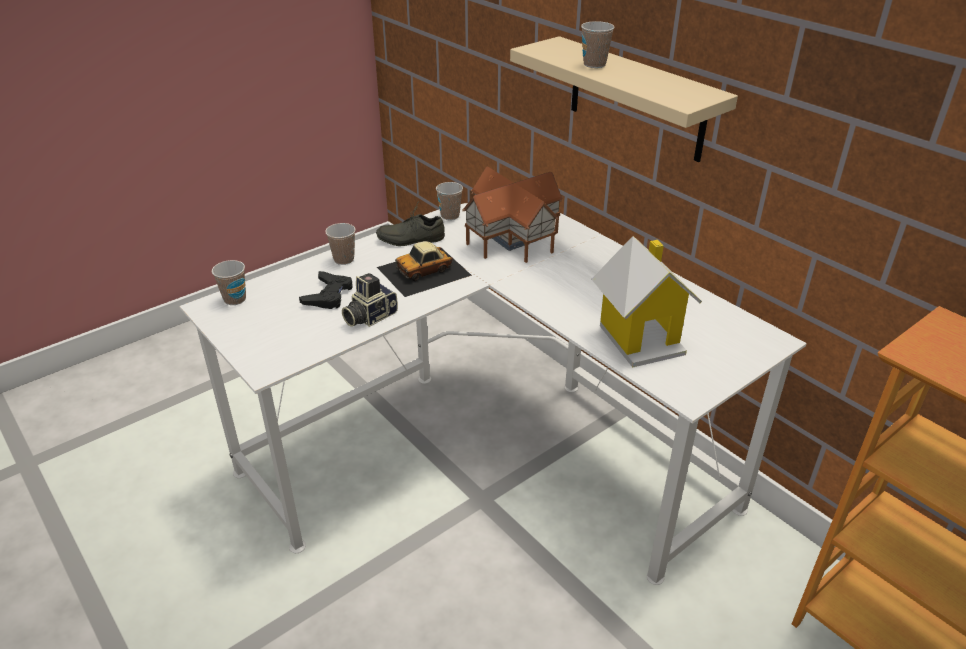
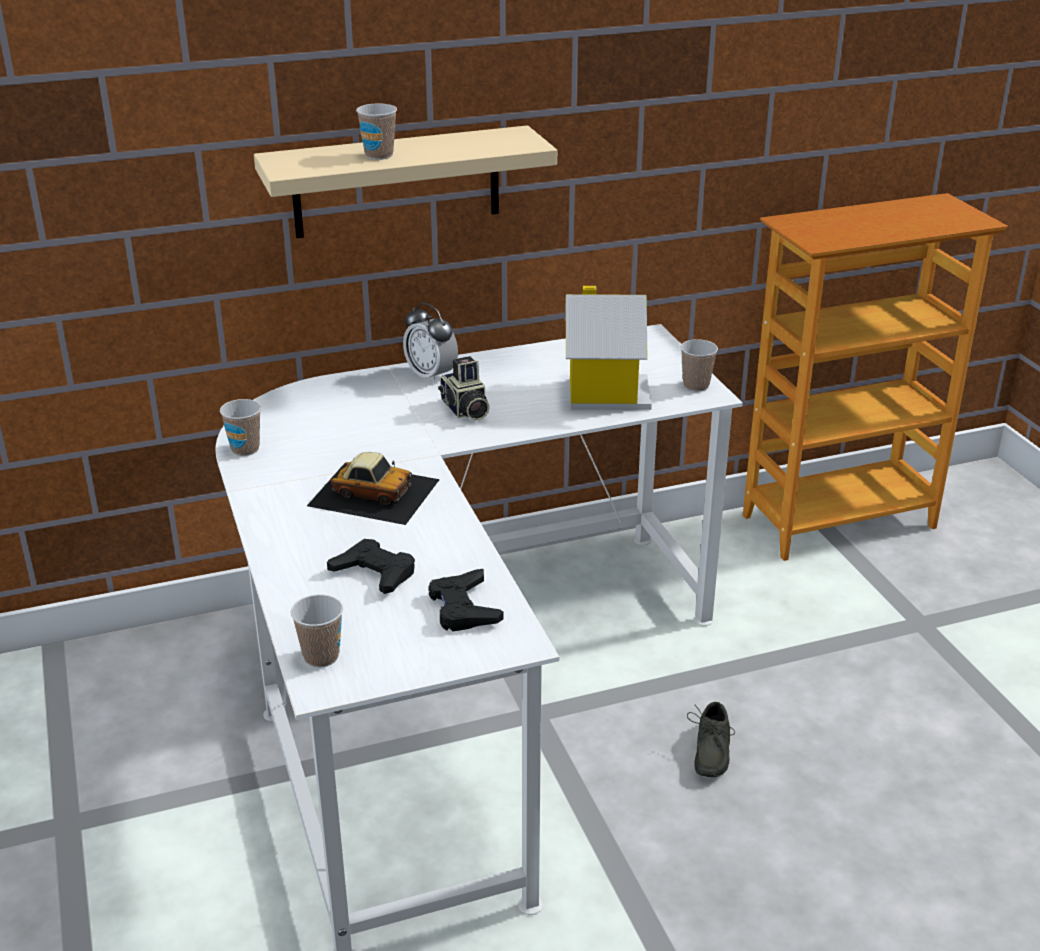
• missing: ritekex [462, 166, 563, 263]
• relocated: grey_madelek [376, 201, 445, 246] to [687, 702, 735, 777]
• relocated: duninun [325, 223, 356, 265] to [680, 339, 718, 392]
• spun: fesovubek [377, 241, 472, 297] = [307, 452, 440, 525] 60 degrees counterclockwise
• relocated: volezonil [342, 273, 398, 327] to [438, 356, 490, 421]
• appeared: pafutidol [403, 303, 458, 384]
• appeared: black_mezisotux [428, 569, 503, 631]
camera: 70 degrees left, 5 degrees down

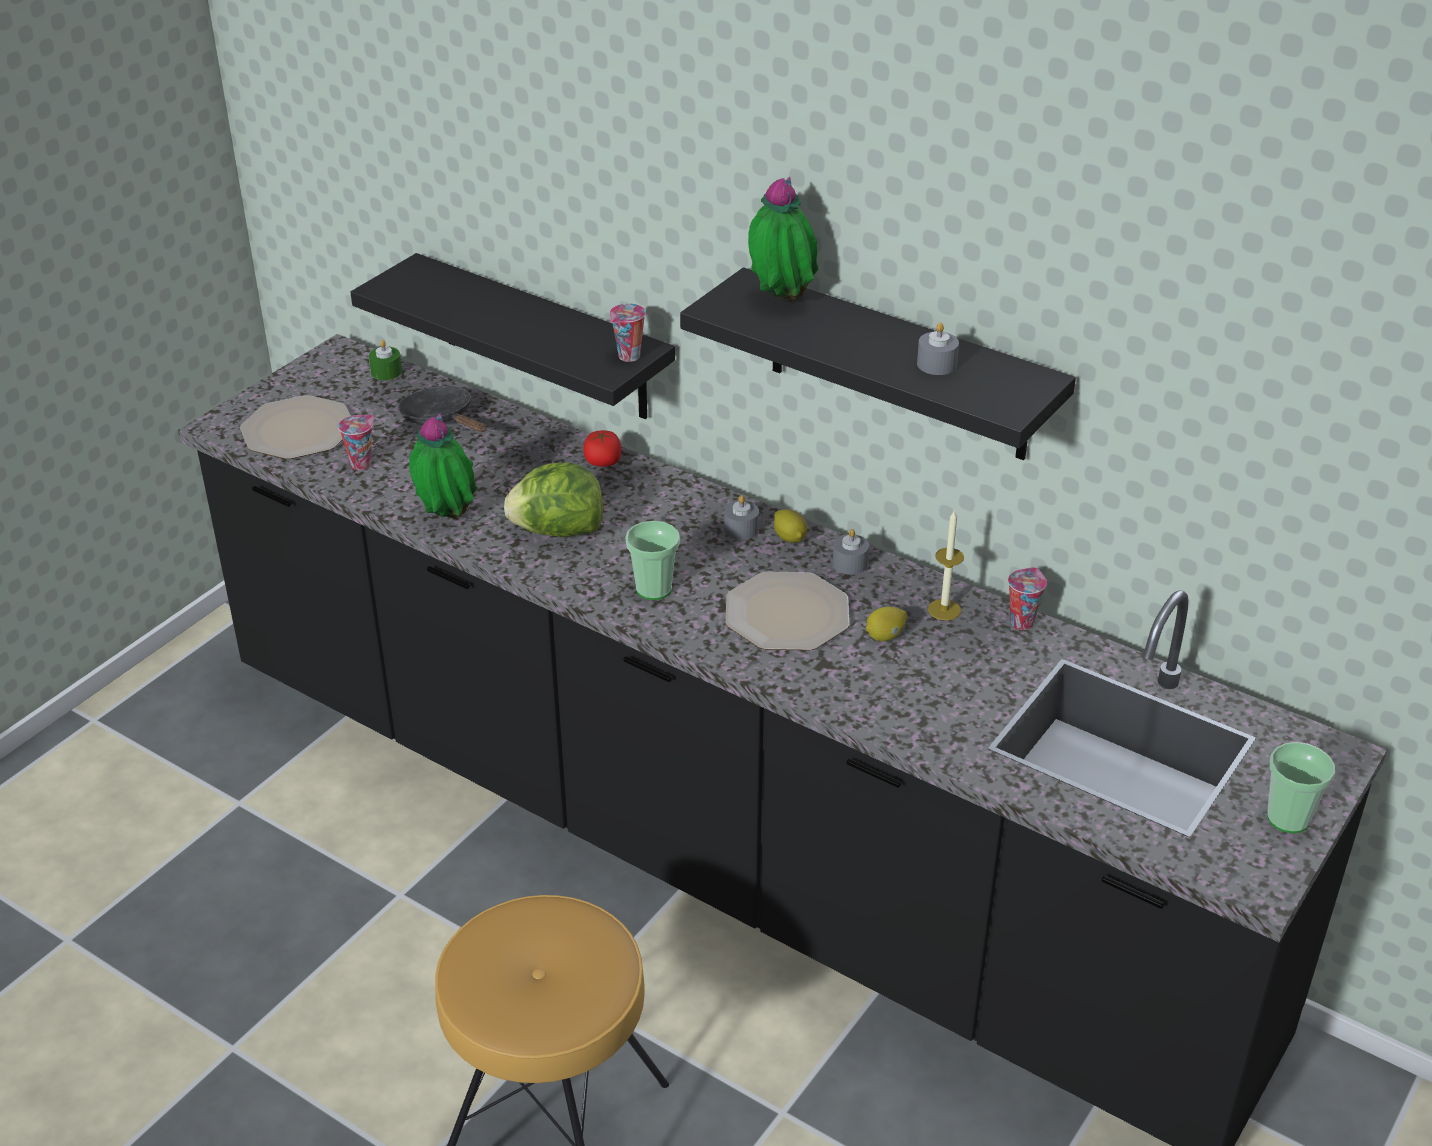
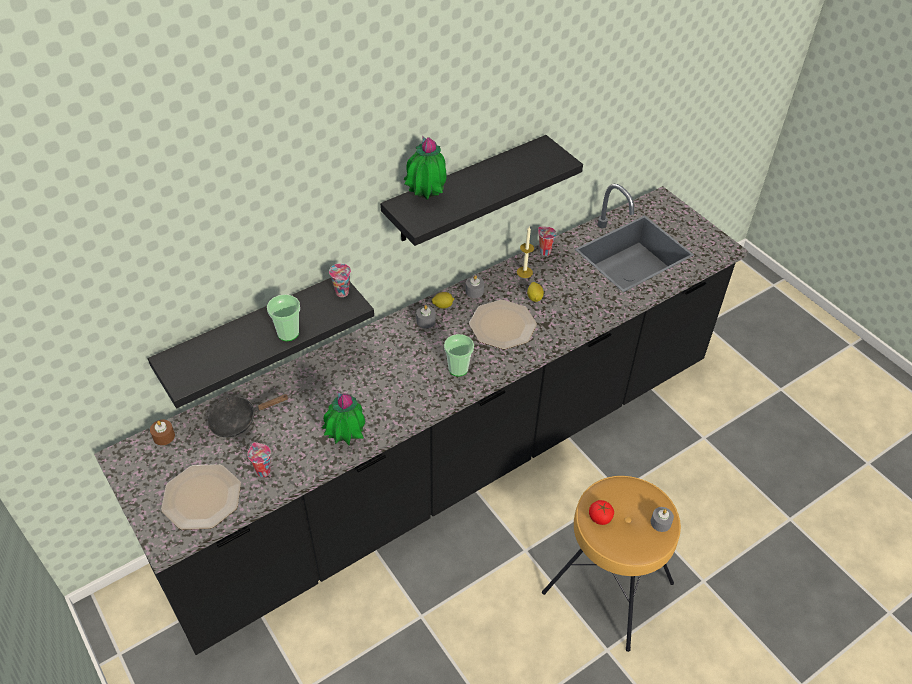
• relocated: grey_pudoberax [917, 322, 959, 375] to [651, 507, 674, 532]
• colour: green_pudoberax [369, 340, 402, 380] to brown_pudoberax [150, 420, 175, 445]
• relocated: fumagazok [583, 430, 621, 467] to [589, 500, 614, 525]
• missing: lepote [504, 463, 603, 537]
• relocated: duninun [1267, 742, 1335, 833] to [267, 294, 300, 341]
camera: 70 degrees left, 10 degrees up

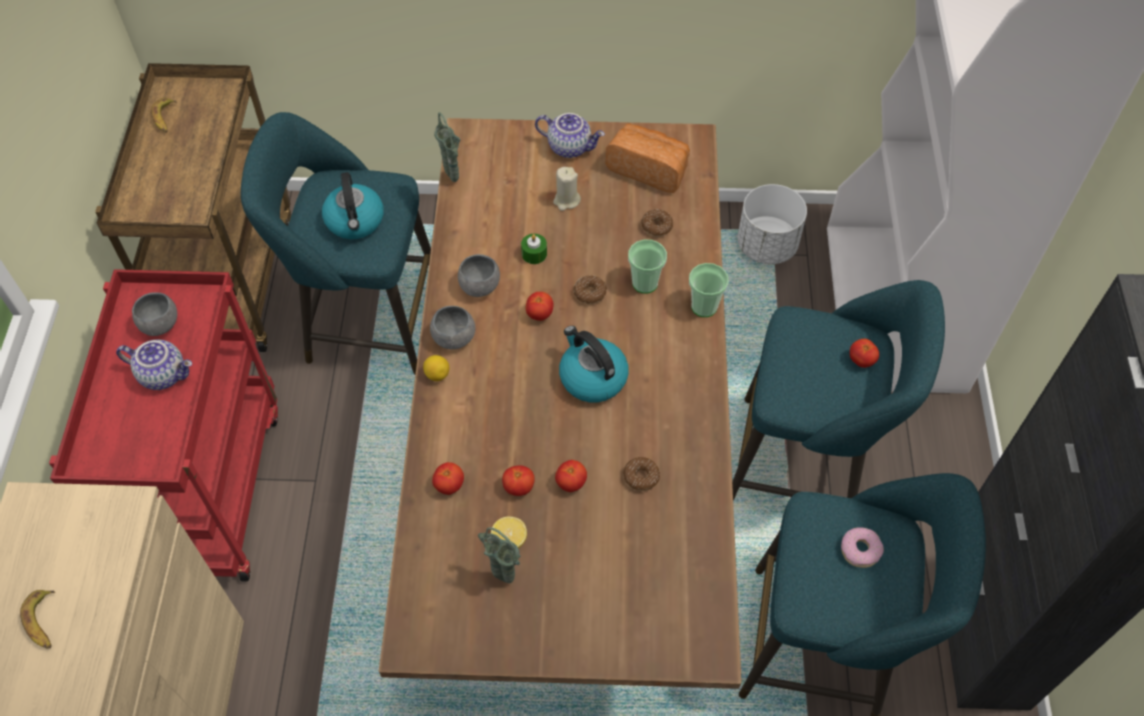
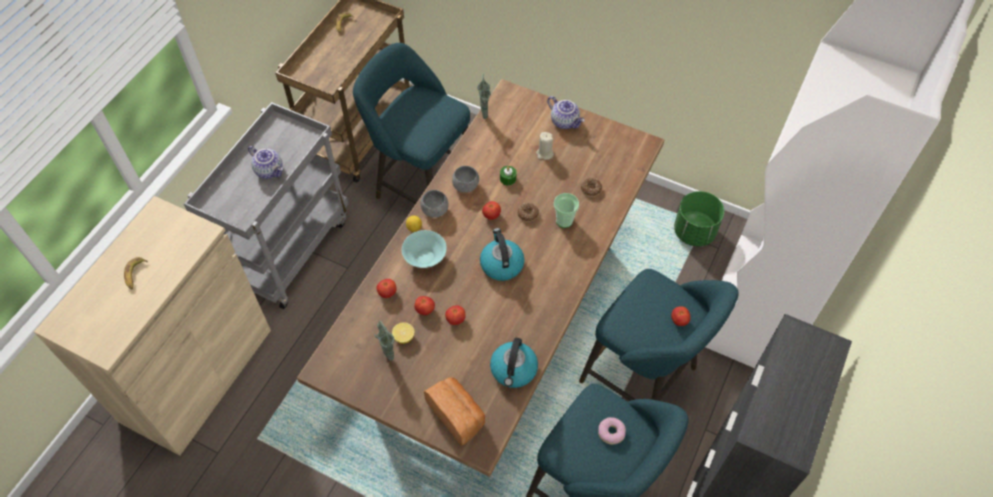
• relocated: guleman [605, 123, 690, 193] to [424, 377, 485, 446]
• relocated: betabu [322, 172, 384, 239] to [490, 338, 538, 388]
• colour: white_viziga [737, 184, 807, 264] to green_viziga [674, 191, 724, 247]
• missing: duninun [689, 263, 729, 317]
• colour: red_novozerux [49, 269, 278, 582] to grey_novozerux [184, 102, 349, 309]
• missing: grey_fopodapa [132, 292, 177, 336]
• missing: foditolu [623, 457, 660, 491]
• appeared: turquoise_fopodapa [402, 230, 447, 268]
camera: 25 degrees right, 0 degrees up

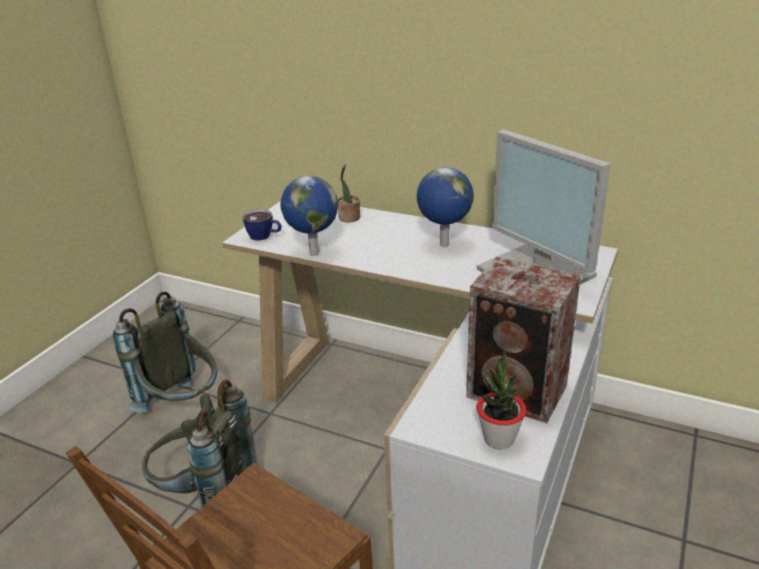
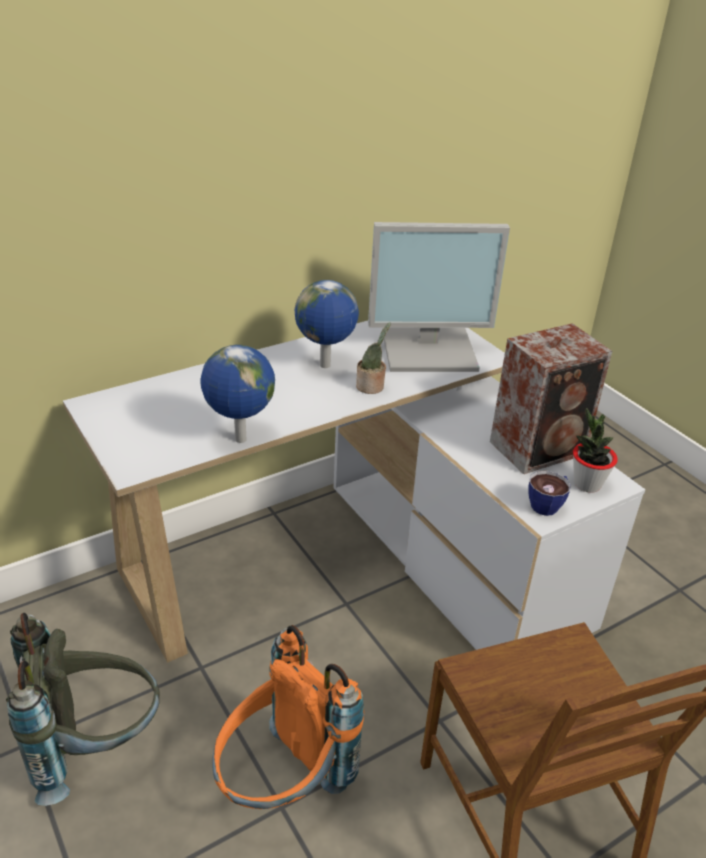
• relocated: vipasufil [338, 164, 360, 222] to [356, 322, 390, 394]
• relocated: duninun [242, 209, 281, 241] to [528, 470, 571, 516]
• colour: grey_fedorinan [142, 379, 260, 507] to orange_fedorinan [213, 625, 364, 809]
camera: 60 degrees left, 5 degrees up

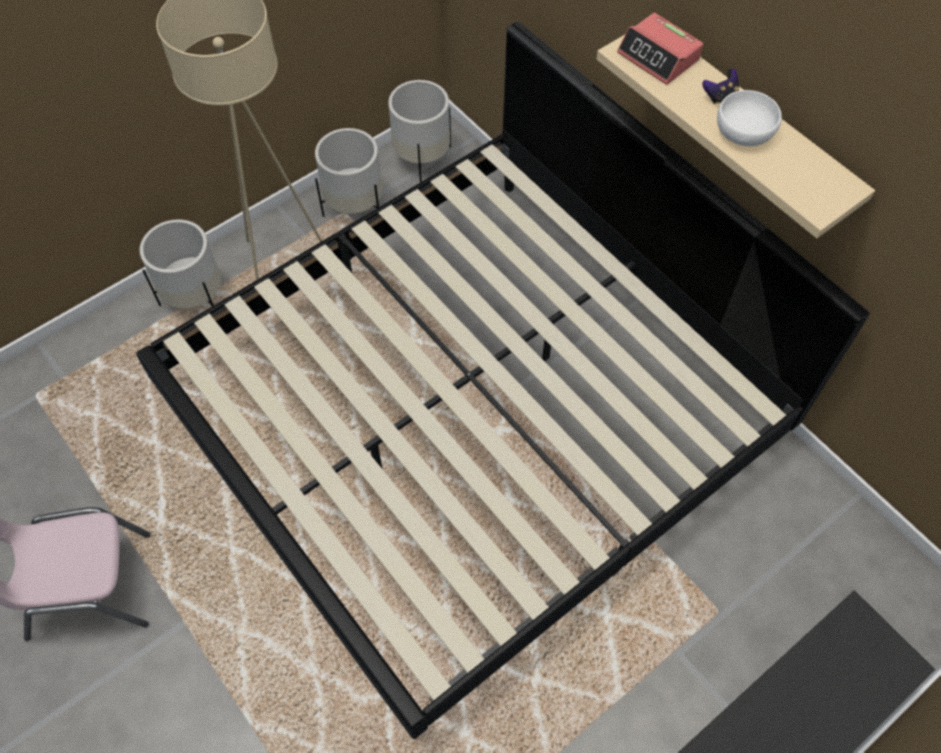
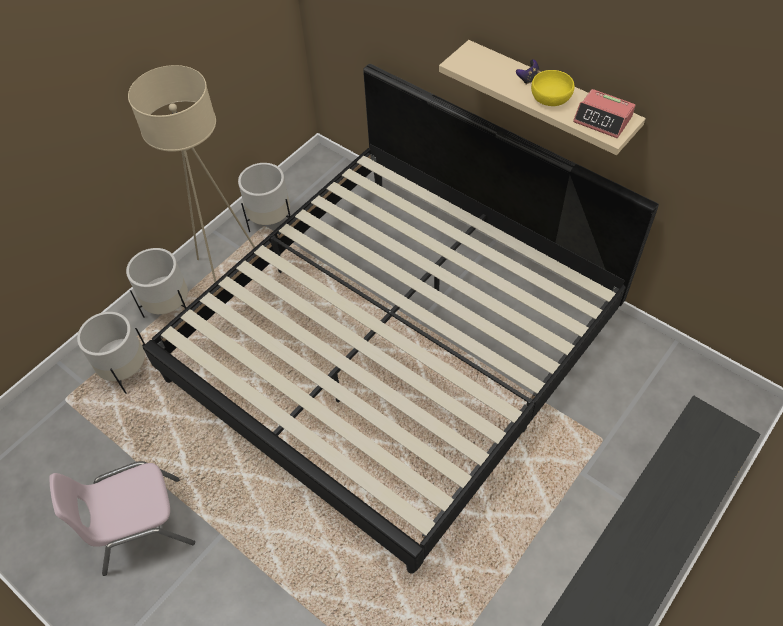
• relocated: pafutidol [617, 13, 703, 85] to [573, 89, 635, 138]
• relocated: white_viziga [388, 80, 451, 182] to [77, 312, 145, 394]
• colour: white_fopodapa [717, 90, 782, 146] to yellow_fopodapa [531, 70, 575, 106]
camera: 10 degrees left, 5 degrees down

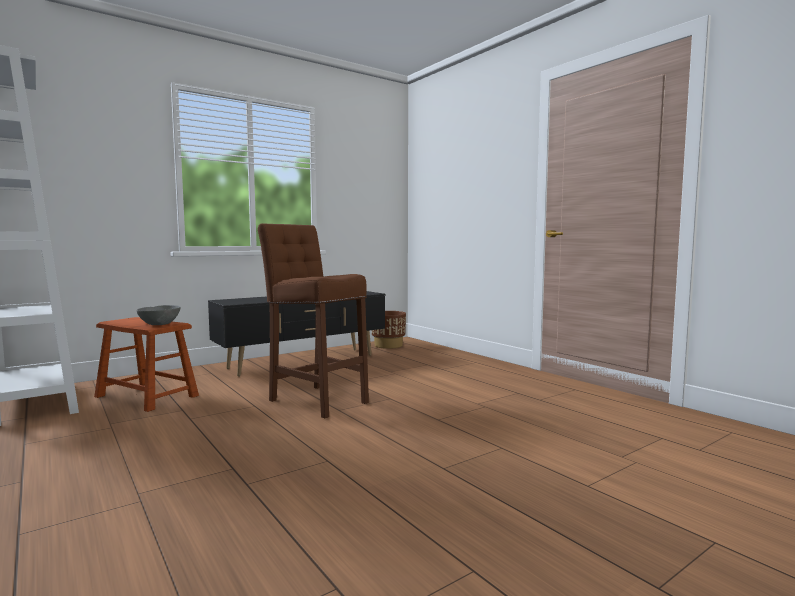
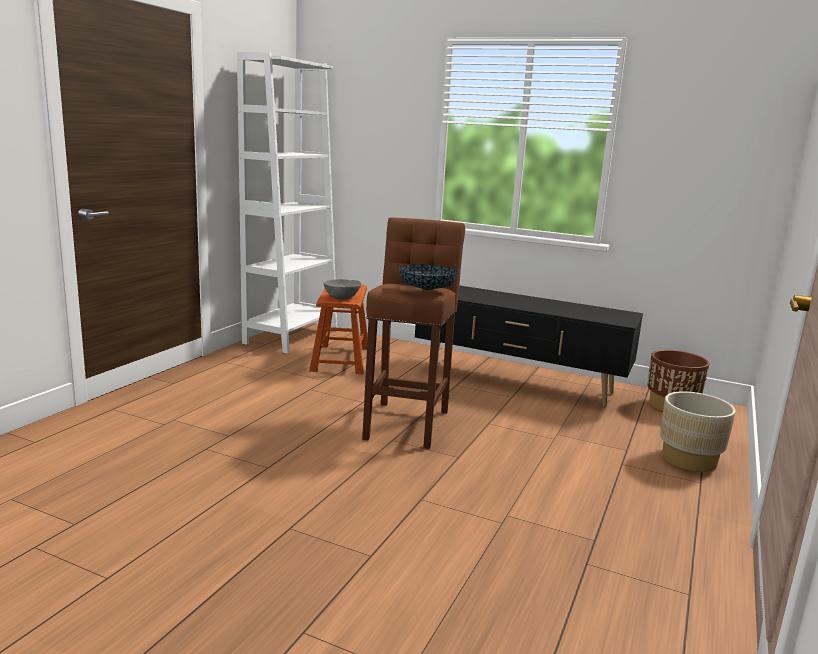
• appeared: fopodapa [399, 264, 458, 290]
• appeared: beige_viziga [660, 391, 736, 472]
camera: 60 degrees right, 10 degrees up

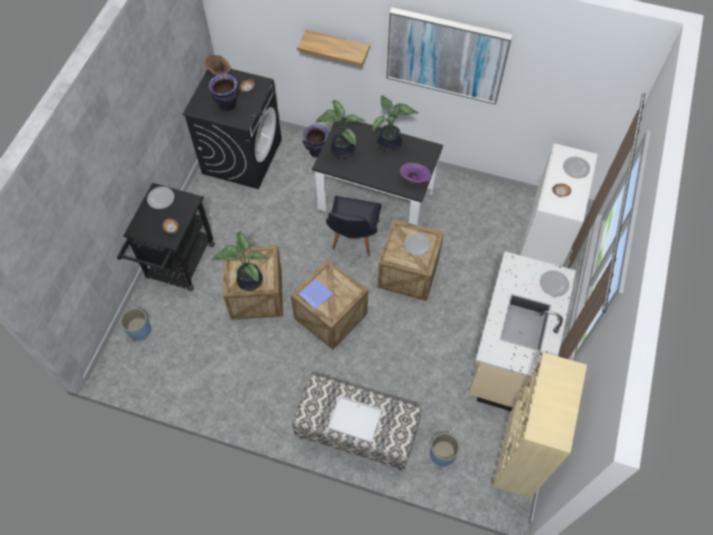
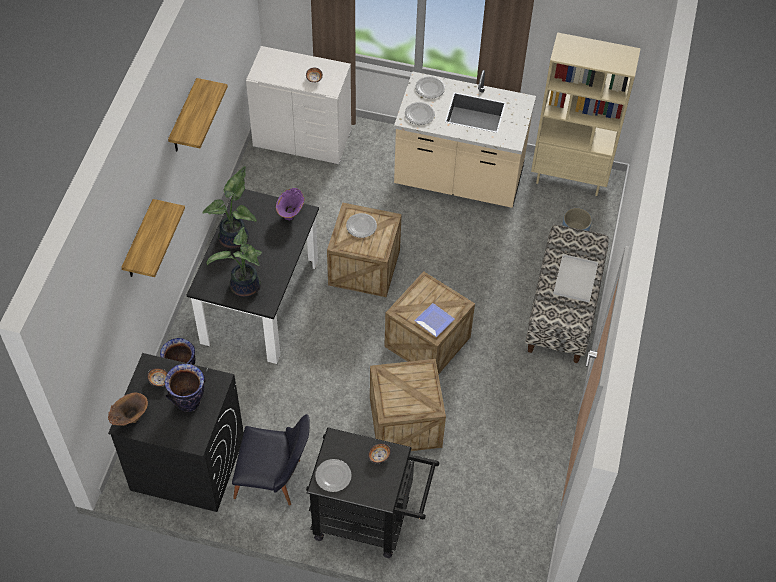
• exchanged: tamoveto [386, 7, 512, 105] to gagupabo [168, 78, 228, 152]
• relocated: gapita [563, 157, 590, 178] to [405, 102, 435, 125]
• relocated: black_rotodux [326, 196, 382, 256] to [232, 414, 310, 506]
• missing: vipasufil [212, 231, 268, 291]
• missing: blue_viziga [120, 308, 151, 341]
camera: 95 degrees left, 5 degrees down

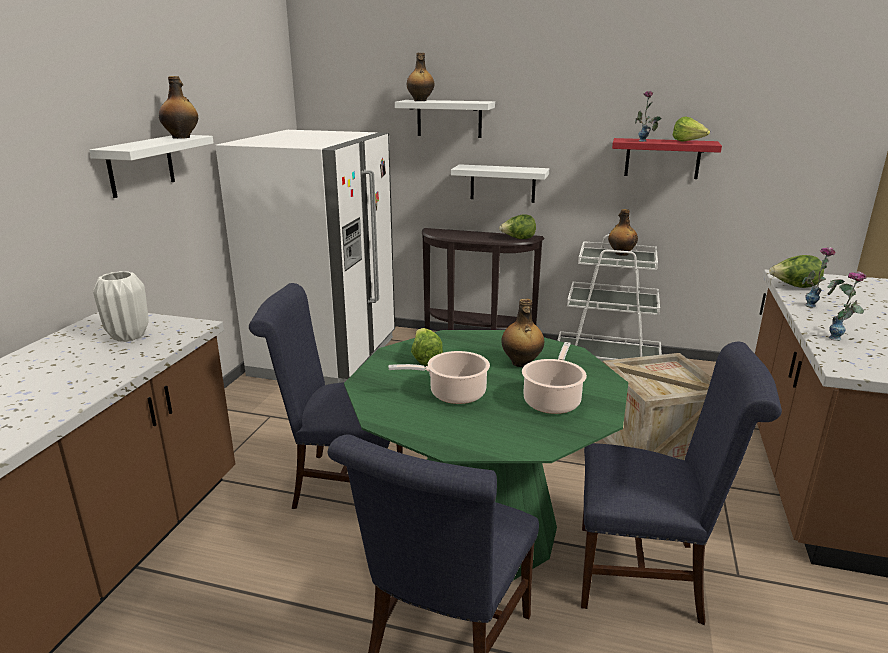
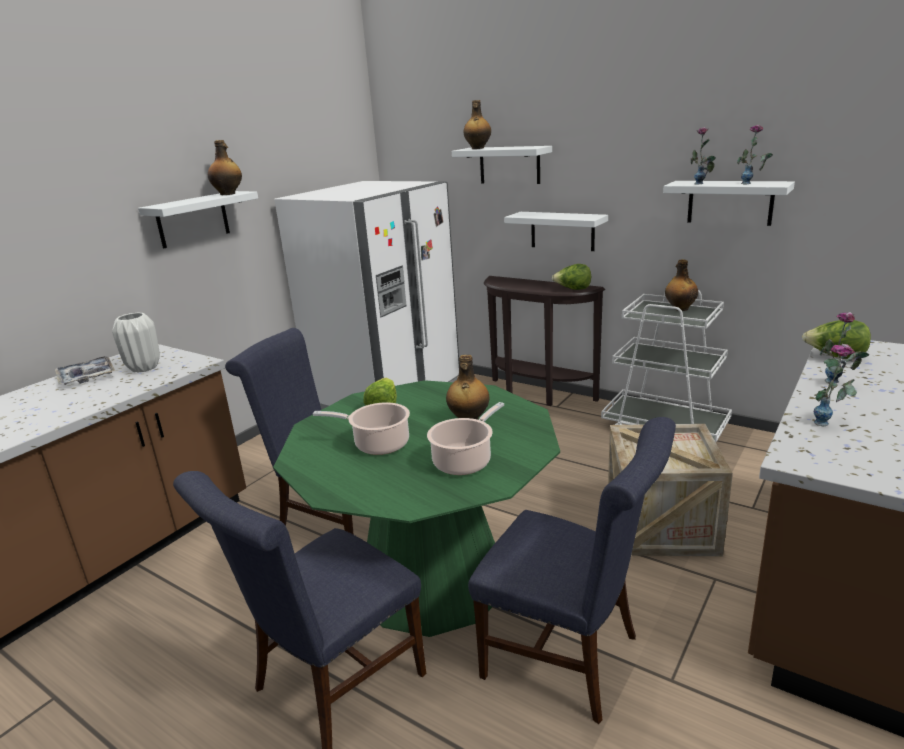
• exchanged: lepote [673, 116, 710, 142] to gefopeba [737, 125, 773, 185]
• colour: red_gagupabo [612, 138, 722, 179] to white_gagupabo [663, 181, 795, 226]
• appeared: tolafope [55, 356, 115, 385]
camera: 20 degrees right, 0 degrees up

